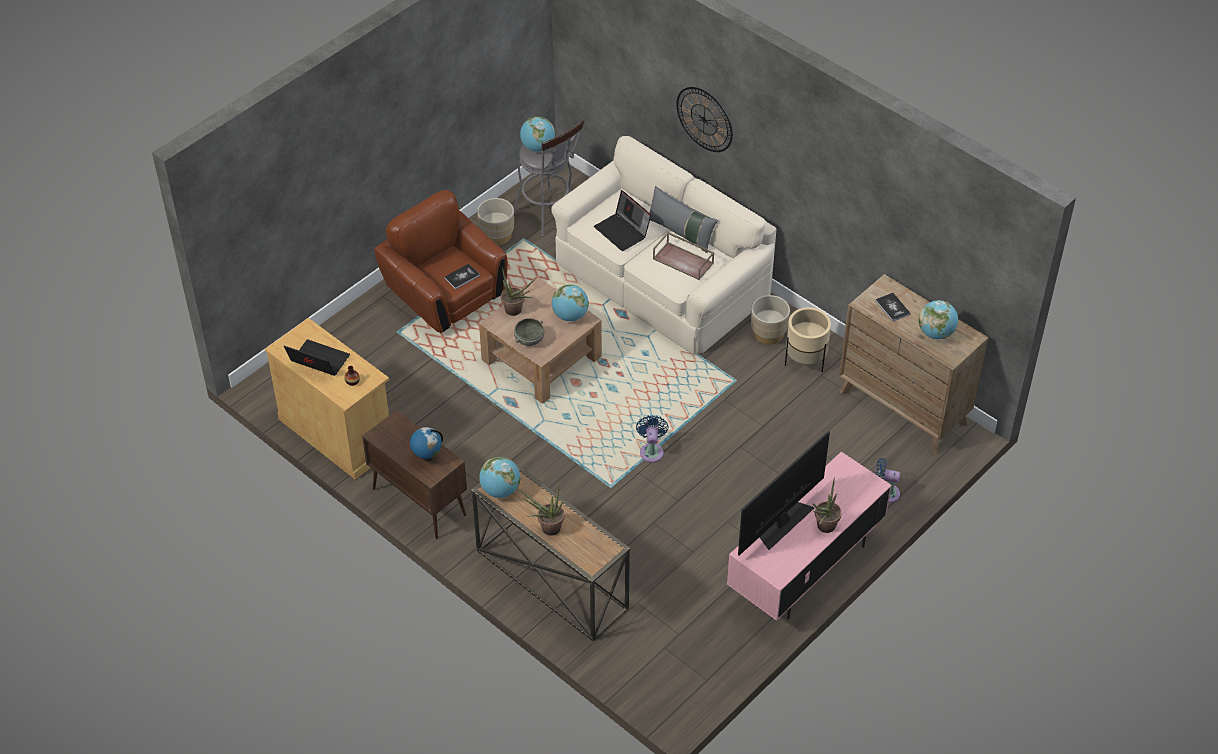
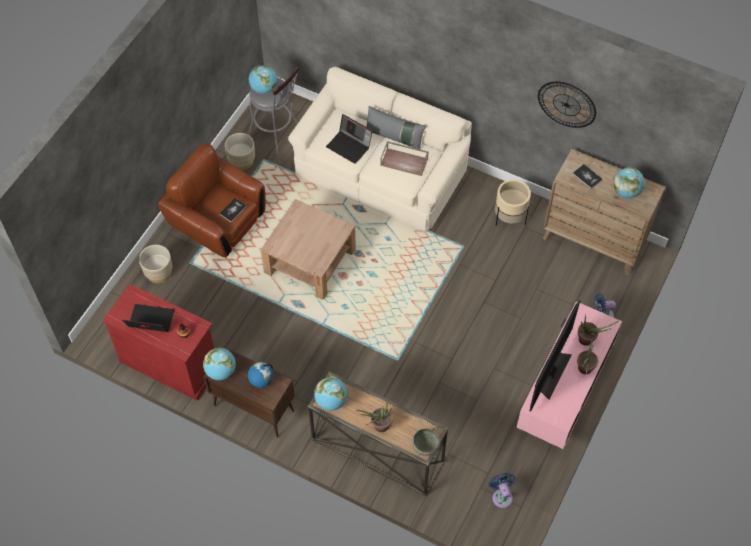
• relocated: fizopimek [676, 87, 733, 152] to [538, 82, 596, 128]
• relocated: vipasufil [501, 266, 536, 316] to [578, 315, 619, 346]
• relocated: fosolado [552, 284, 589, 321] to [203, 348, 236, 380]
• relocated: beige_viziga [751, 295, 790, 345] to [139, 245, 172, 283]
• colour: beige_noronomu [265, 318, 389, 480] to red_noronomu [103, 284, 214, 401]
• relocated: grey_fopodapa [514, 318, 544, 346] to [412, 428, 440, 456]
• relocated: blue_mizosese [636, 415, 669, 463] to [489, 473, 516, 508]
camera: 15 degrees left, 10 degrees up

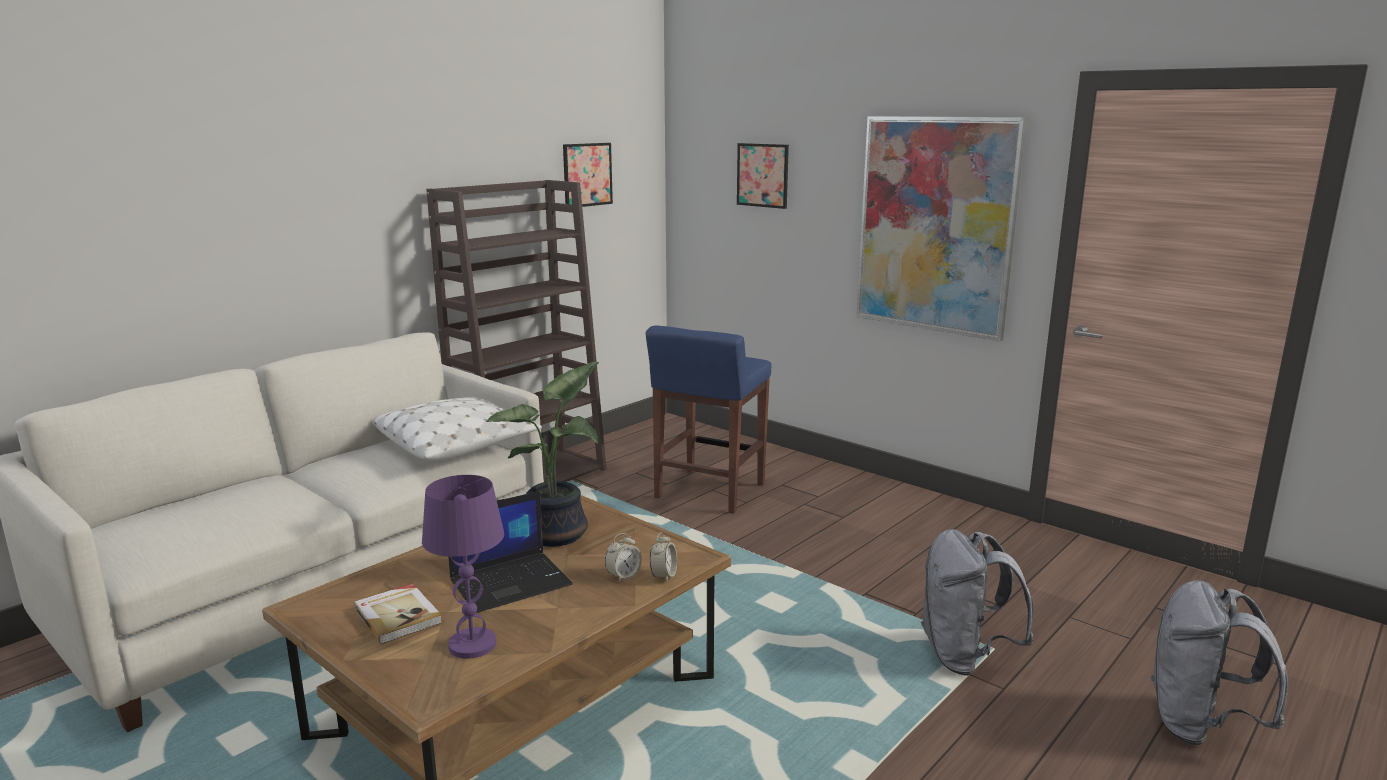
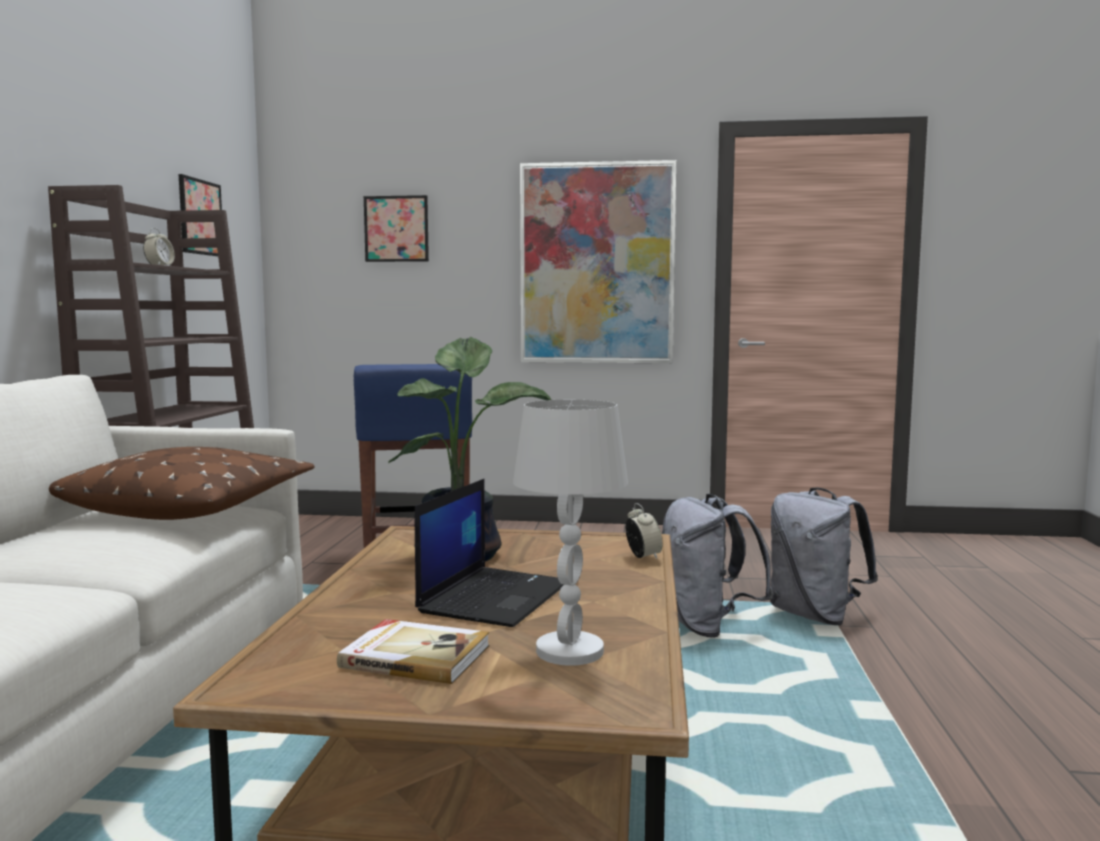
• colour: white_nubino [372, 397, 542, 461] to brown_nubino [49, 447, 315, 520]
• colour: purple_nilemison [422, 475, 504, 659] to white_nilemison [513, 400, 628, 666]
• relocated: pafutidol [605, 533, 642, 583] to [143, 228, 175, 266]
• relocated: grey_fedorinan [1151, 580, 1288, 745] to [662, 494, 773, 638]
camera: 35 degrees left, 10 degrees down

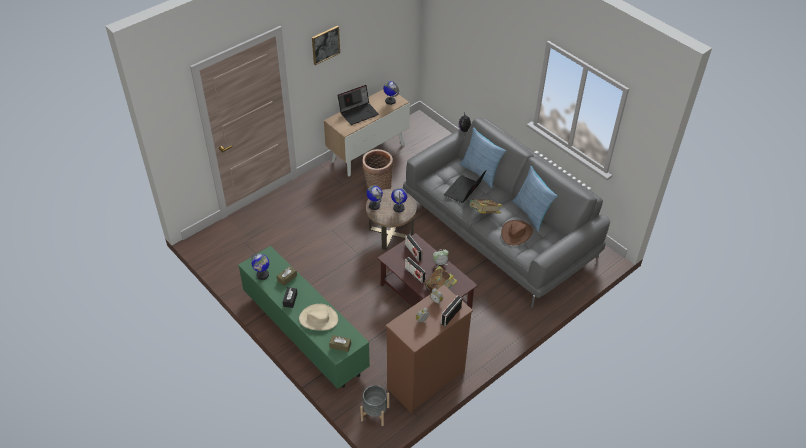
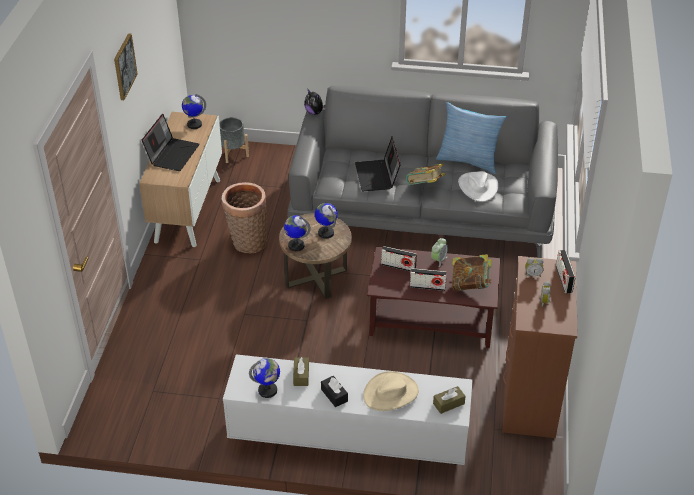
• missing: nubino [460, 127, 507, 188]
• colour: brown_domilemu [501, 220, 533, 245] to white_domilemu [458, 171, 498, 202]
• colour: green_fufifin [238, 246, 370, 389] to white_fufifin [223, 354, 473, 465]
• relocated: grey_viziga [360, 385, 389, 426] to [219, 117, 249, 163]
camera: 40 degrees left, 5 degrees down

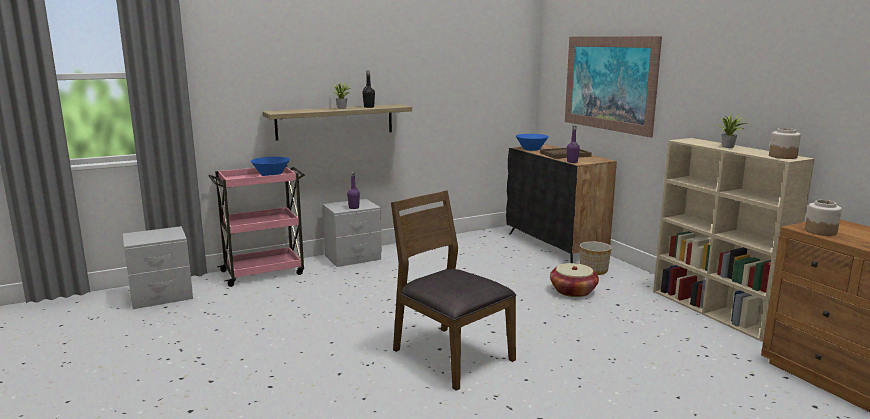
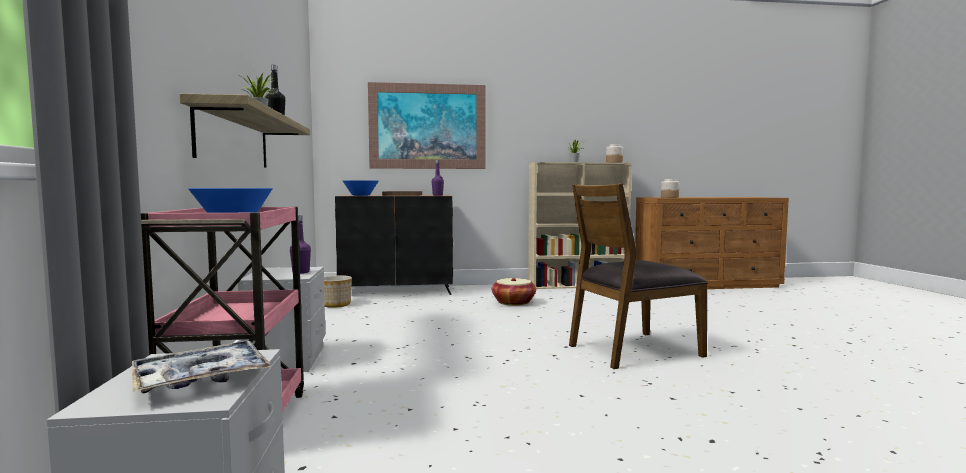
• relocated: viziga [580, 241, 612, 275] to [324, 275, 352, 308]
• appeared: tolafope [132, 341, 271, 393]
camera: 70 degrees left, 10 degrees down

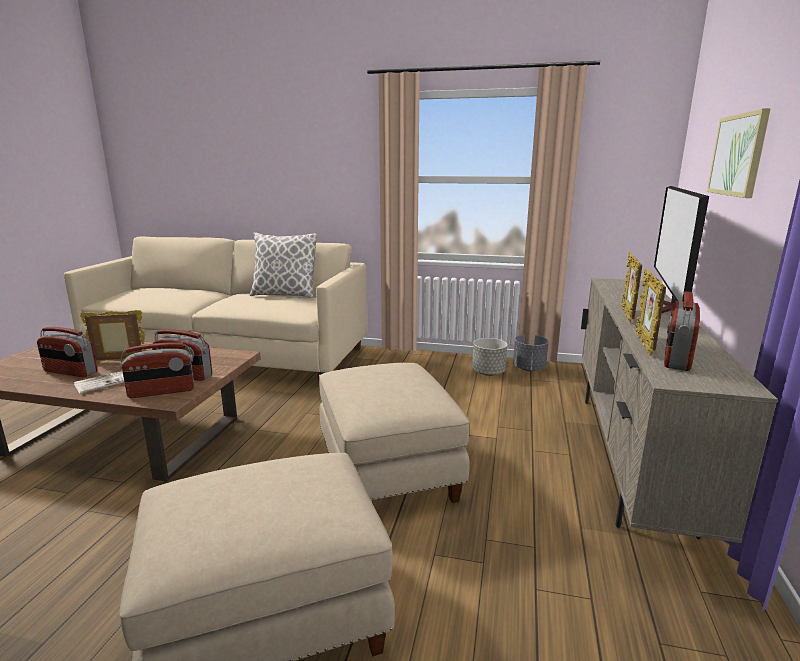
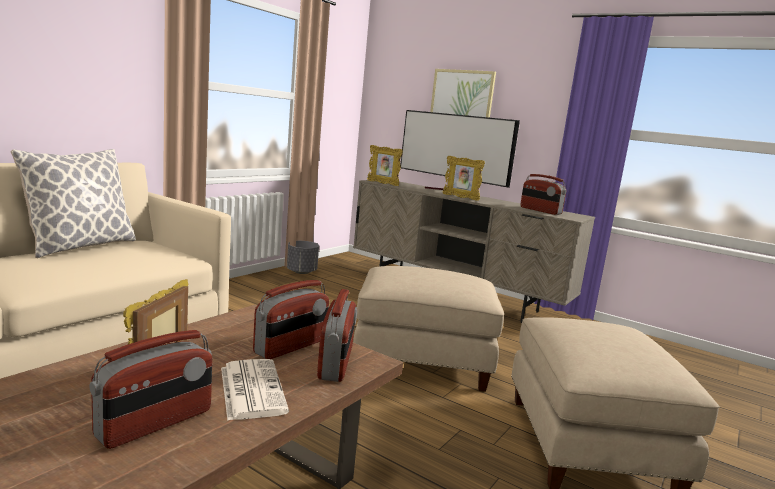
• relocated: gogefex [636, 269, 666, 356] to [367, 145, 403, 186]
• missing: grey_viziga [472, 338, 507, 376]
camera: 70 degrees left, 5 degrees down

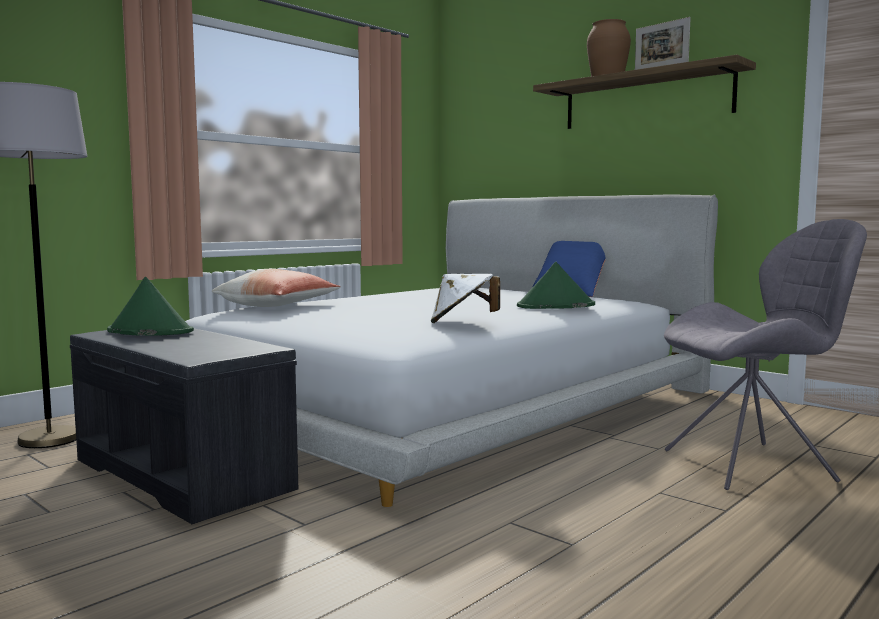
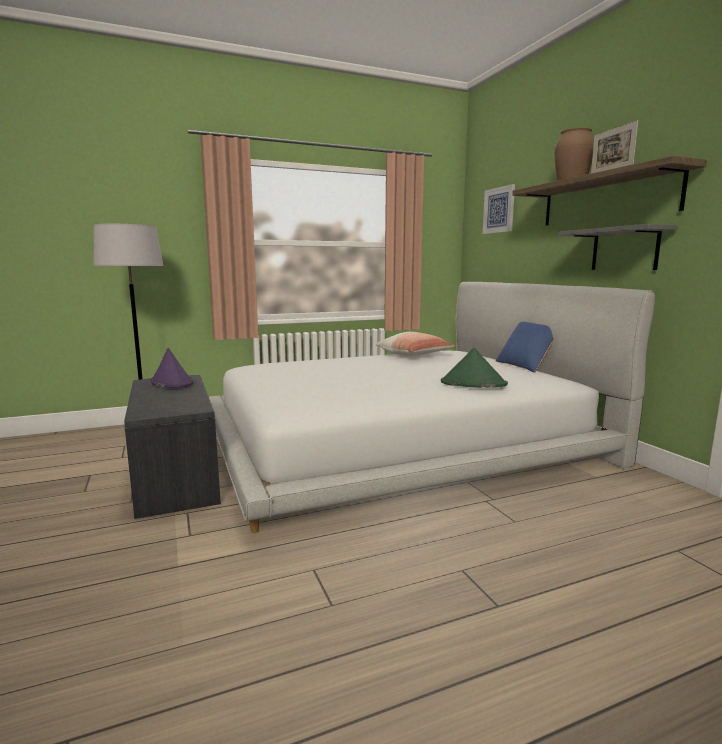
• missing: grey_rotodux [664, 219, 867, 490]
• relocated: nubino [212, 269, 341, 307] to [376, 332, 455, 356]
• missing: white_domilemu [431, 274, 500, 323]
• colour: green_domilemu [107, 277, 194, 336] to purple_domilemu [151, 348, 194, 388]
• appeared: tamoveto [483, 184, 515, 234]
• appeared: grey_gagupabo [558, 224, 678, 270]
camera: 25 degrees right, 5 degrees up

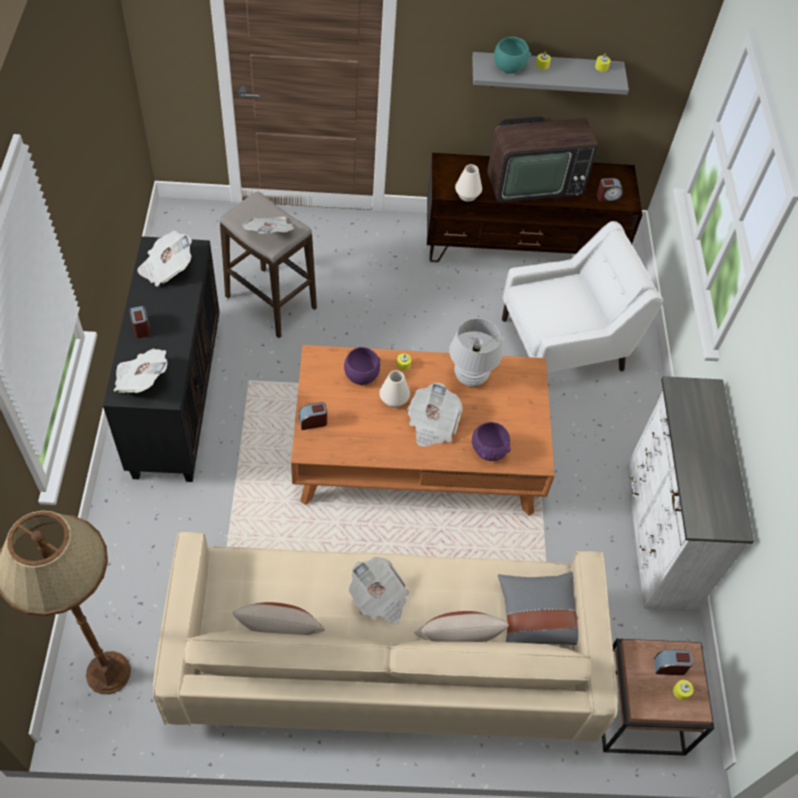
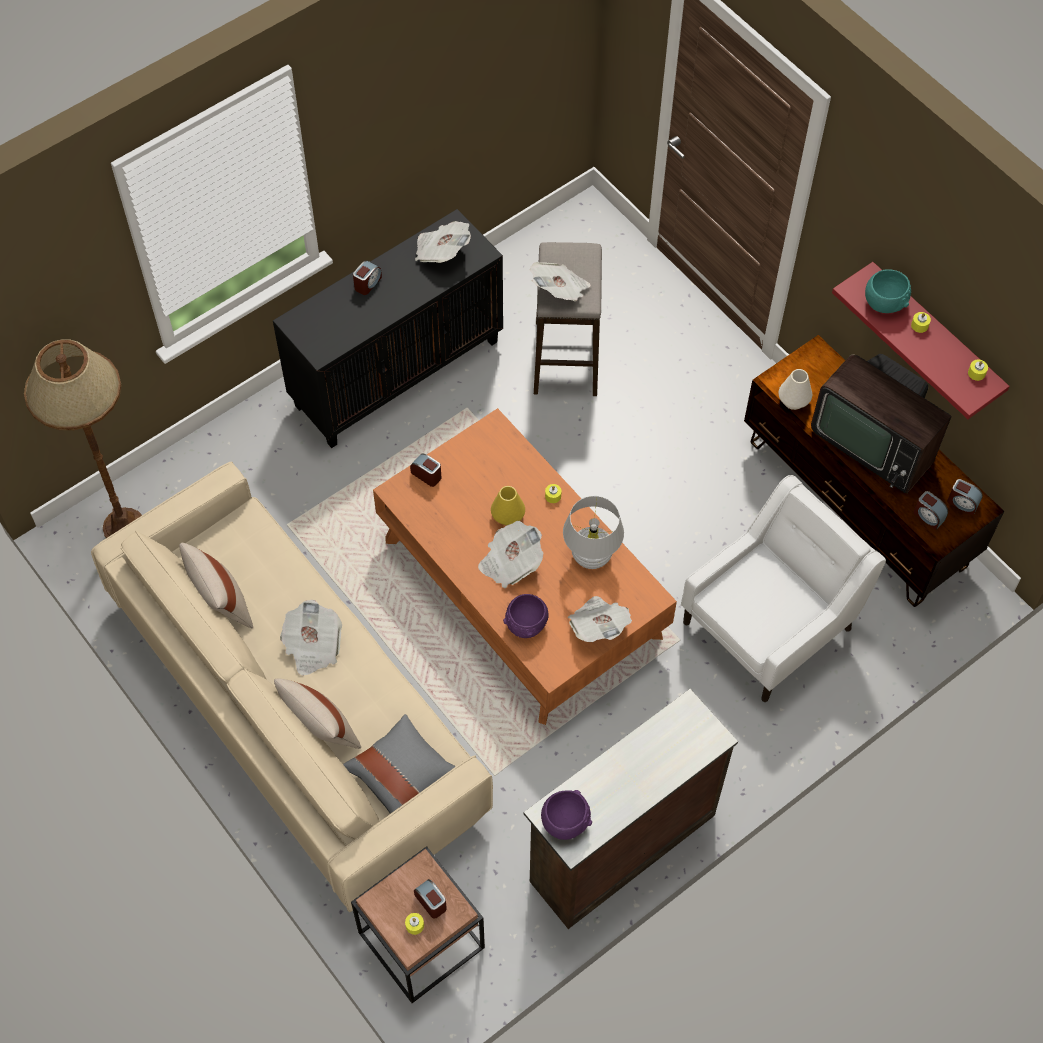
• colour: grey_gagupabo [472, 52, 629, 95] to red_gagupabo [832, 262, 1010, 419]
• spun: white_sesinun [502, 221, 663, 373] = [681, 475, 886, 702] 75 degrees counterclockwise
• relocated: purple_fopodapa [344, 347, 380, 385] to [541, 790, 592, 840]
• relocated: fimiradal [114, 349, 168, 393] to [568, 596, 632, 642]
• colour: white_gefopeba [379, 370, 410, 408] to yellow_gefopeba [491, 486, 525, 525]
• colour: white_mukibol [627, 376, 754, 611] to brown_mukibol [524, 689, 738, 929]
• appeared: pafutidol [947, 479, 983, 515]
camera: 55 degrees right, 5 degrees up

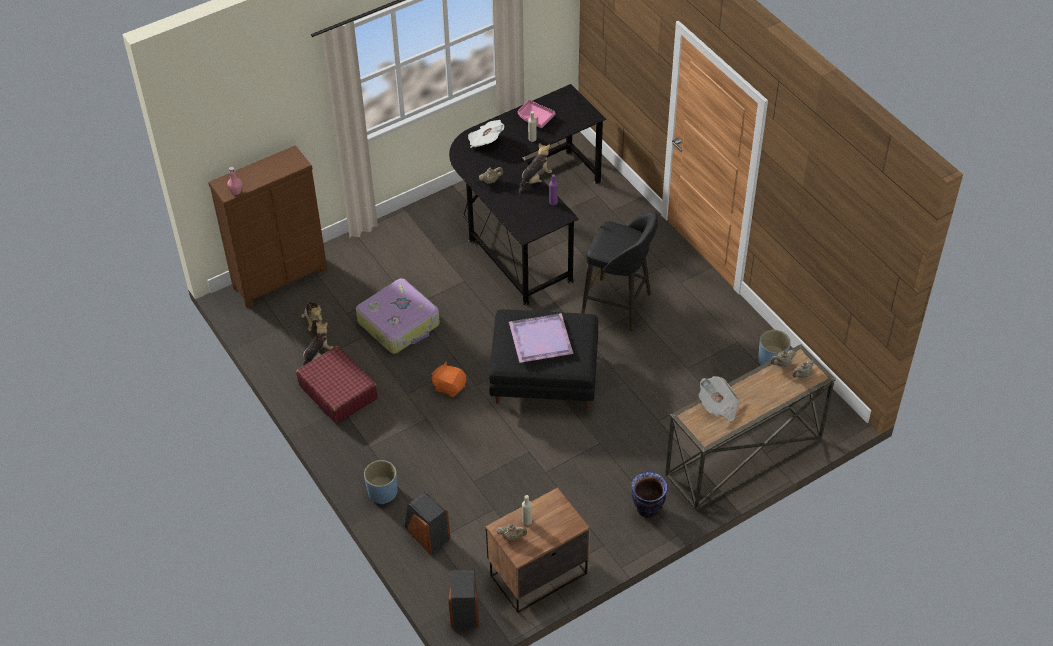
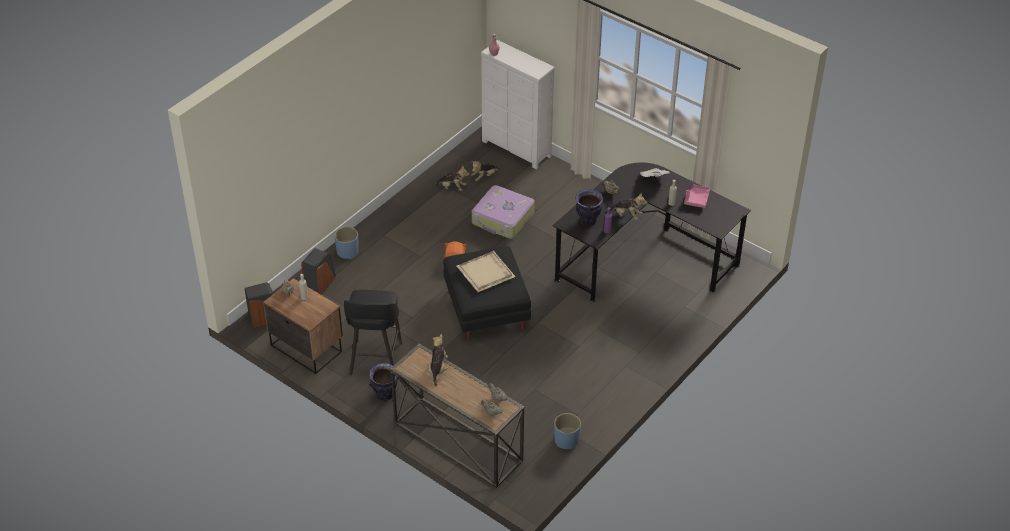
• colour: brown_mukibol [209, 145, 328, 307] to white_mukibol [481, 40, 555, 169]
• relocated: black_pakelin [581, 212, 658, 331] to [344, 290, 402, 375]
• colour: purple_tolafope [509, 313, 573, 363] to beige_tolafope [457, 251, 516, 292]
• missing: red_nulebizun [296, 346, 377, 424]
• exchanged: fimiradal [699, 376, 740, 421] to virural [429, 334, 448, 387]
• appeared: gefopeba [576, 189, 603, 226]
camera: 70 degrees right, 5 degrees down

